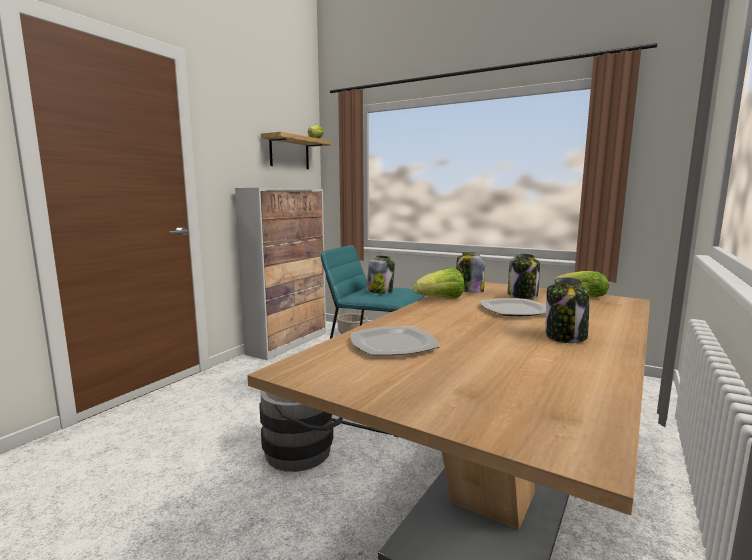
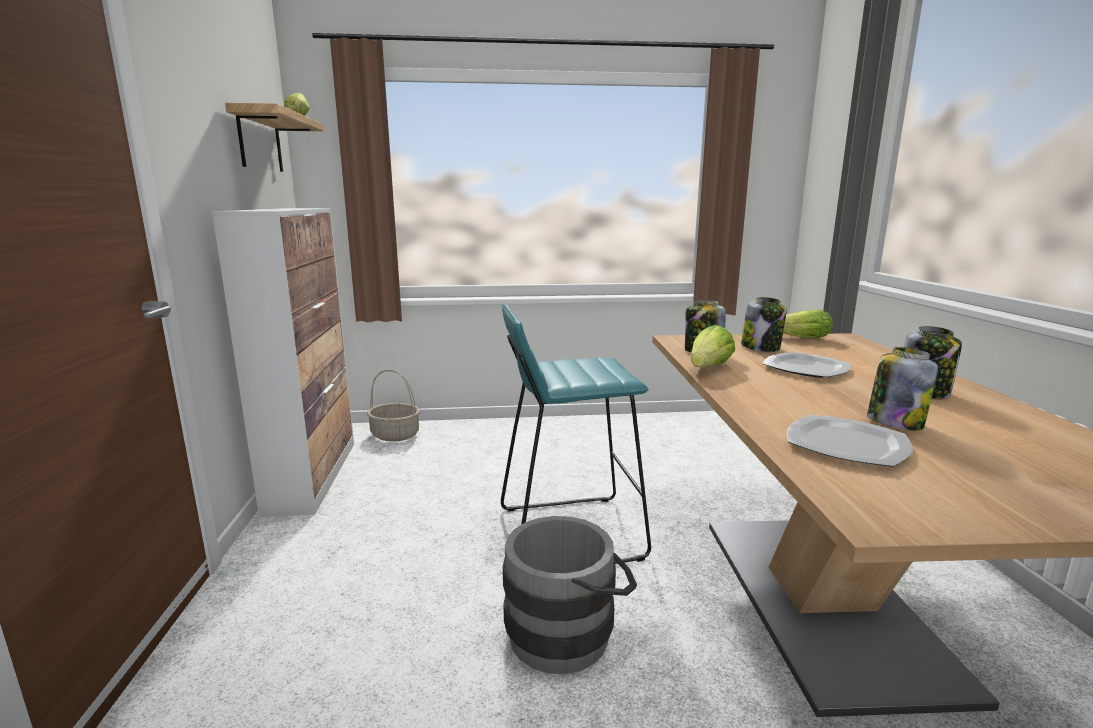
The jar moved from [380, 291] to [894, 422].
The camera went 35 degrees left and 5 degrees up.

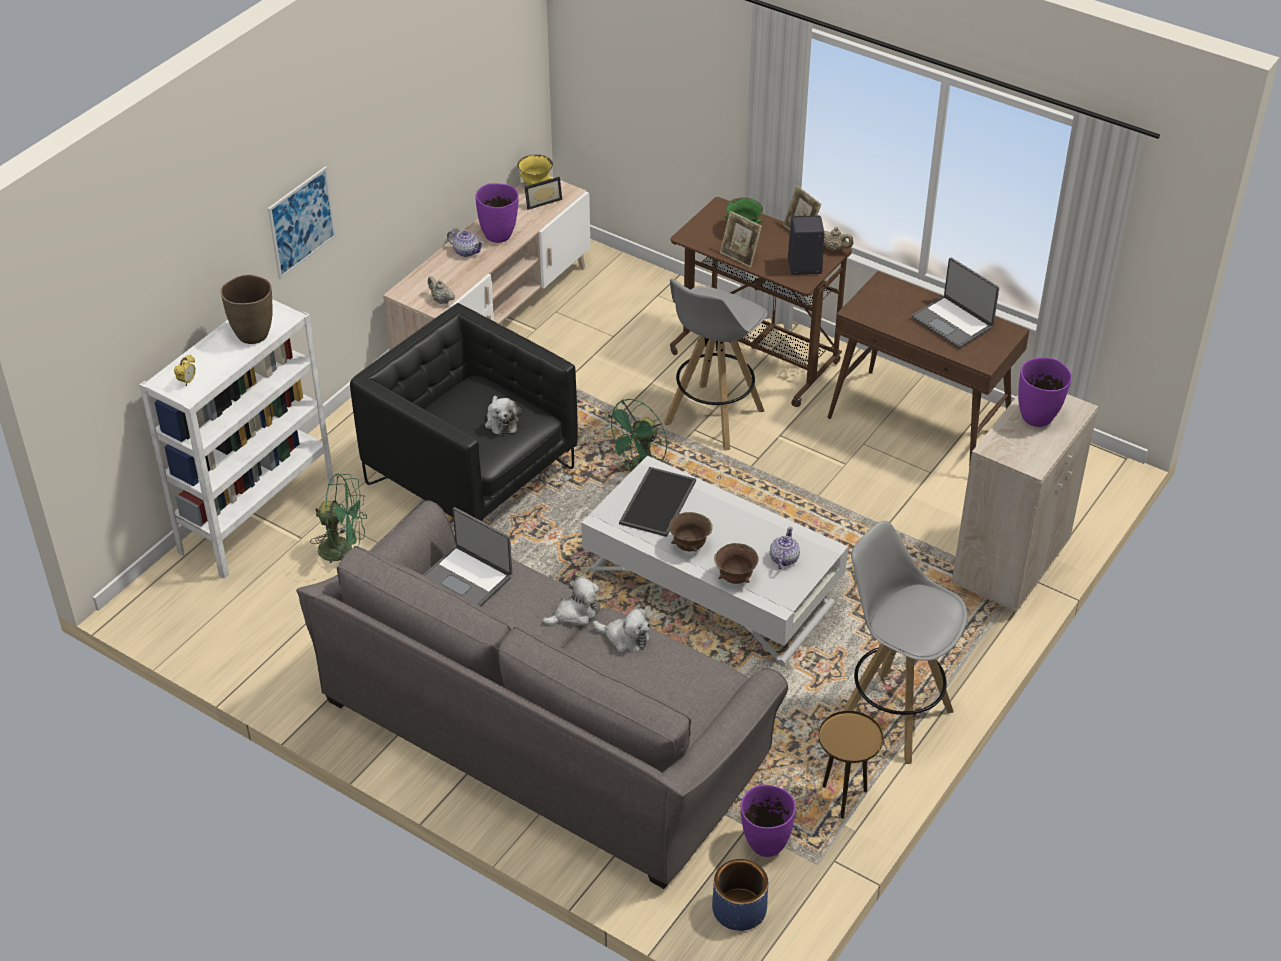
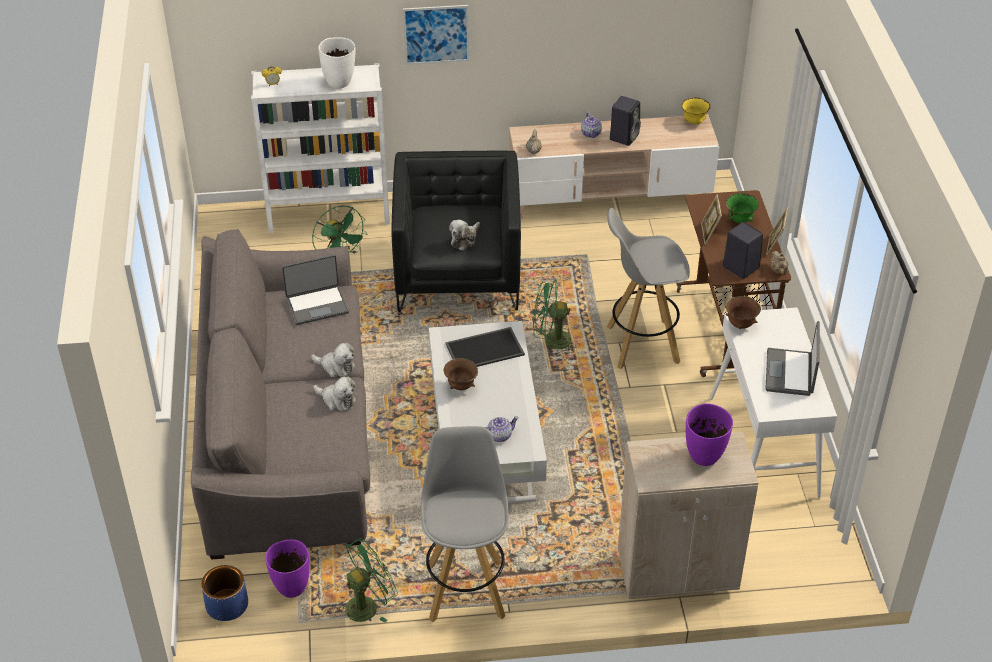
The brown vase at [253, 334] became the white vase at [339, 82].
The laptop at [468, 577] turned 105 degrees counterclockwise.
The purple vase at [499, 235] was replaced by the black speaker at [624, 136].
The picture frame at [542, 201] disappeared.
The plush toy at [625, 638] turned 45 degrees counterclockwise.
The brown bowl moved from [735, 578] to [740, 324].
The brown side table at [843, 799] was replaced by the green fan at [367, 604].
The brown console table at [920, 424] became the white console table at [764, 447].
The camera went 50 degrees right and 0 degrees up.

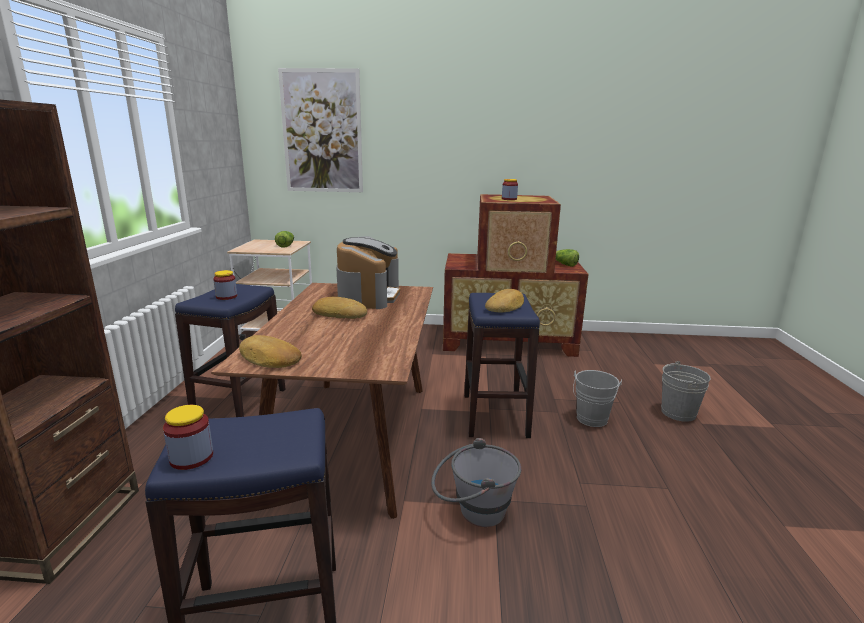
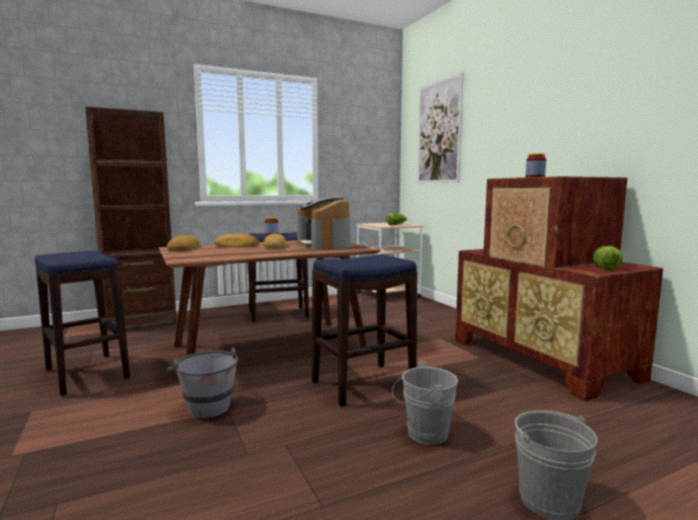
The jar at [191, 457] disappeared.
The coffee machine at [369, 296] turned 90 degrees clockwise.
The bread moved from [505, 306] to [236, 246].
The camera went 60 degrees right and 10 degrees down.

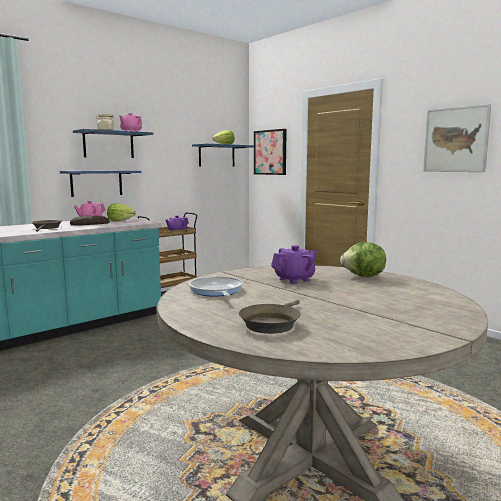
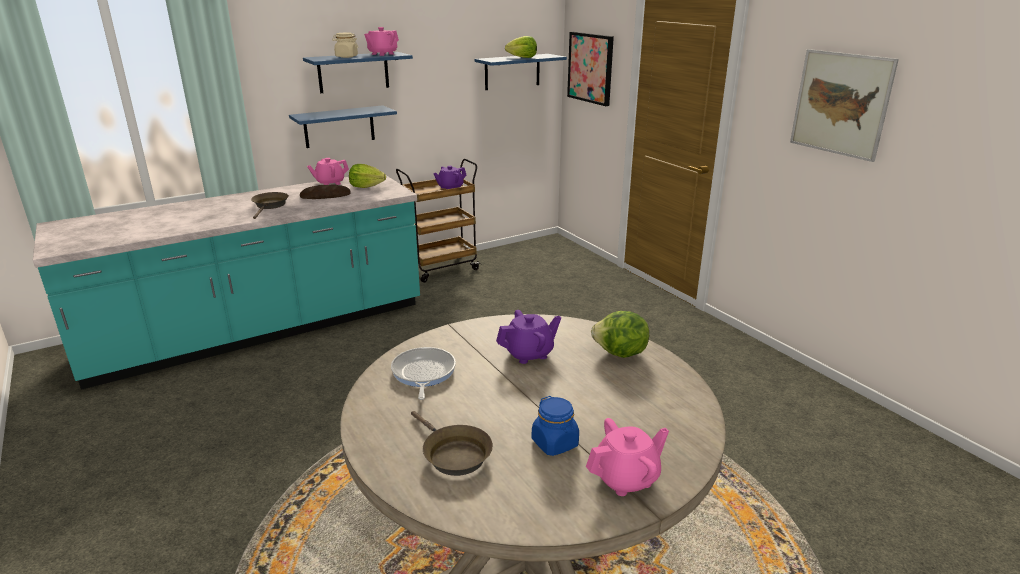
The brown frying pan at [271, 323] turned 75 degrees counterclockwise.
The blue jar at [555, 443] appeared.
The pink teapot at [626, 478] appeared.
The camera went 10 degrees right and 15 degrees up.

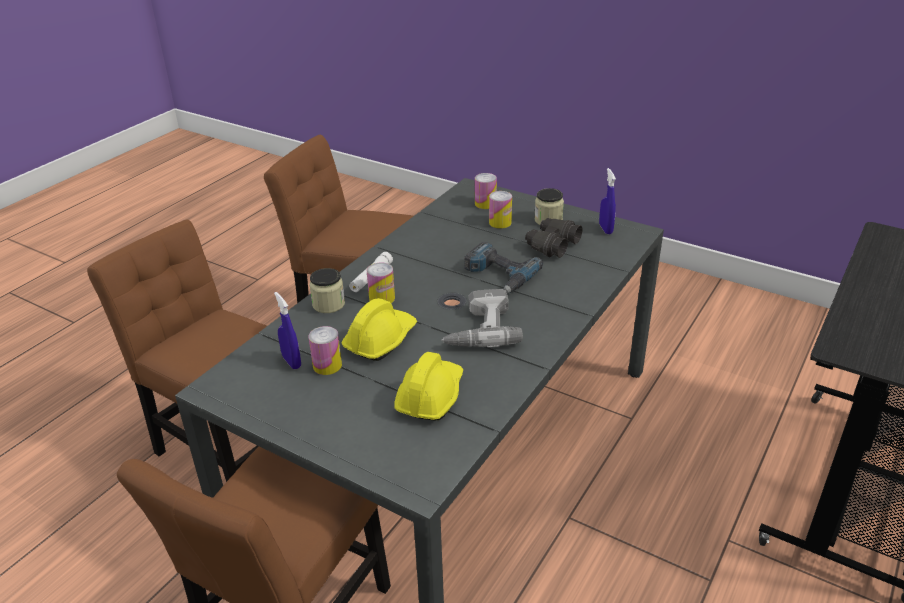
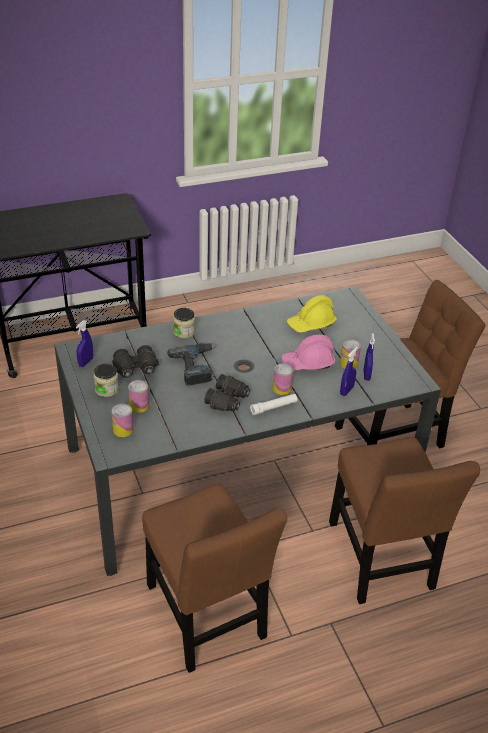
The jar moved from [328, 304] to [184, 332].
The yellow hard hat at [380, 340] became the pink hard hat at [308, 363].
The power drill at [478, 328] disappeared.
The black binoculars at [228, 400] appeared.
The blue spray bottle at [346, 391] appeared.
The camera went 145 degrees left and 5 degrees up.

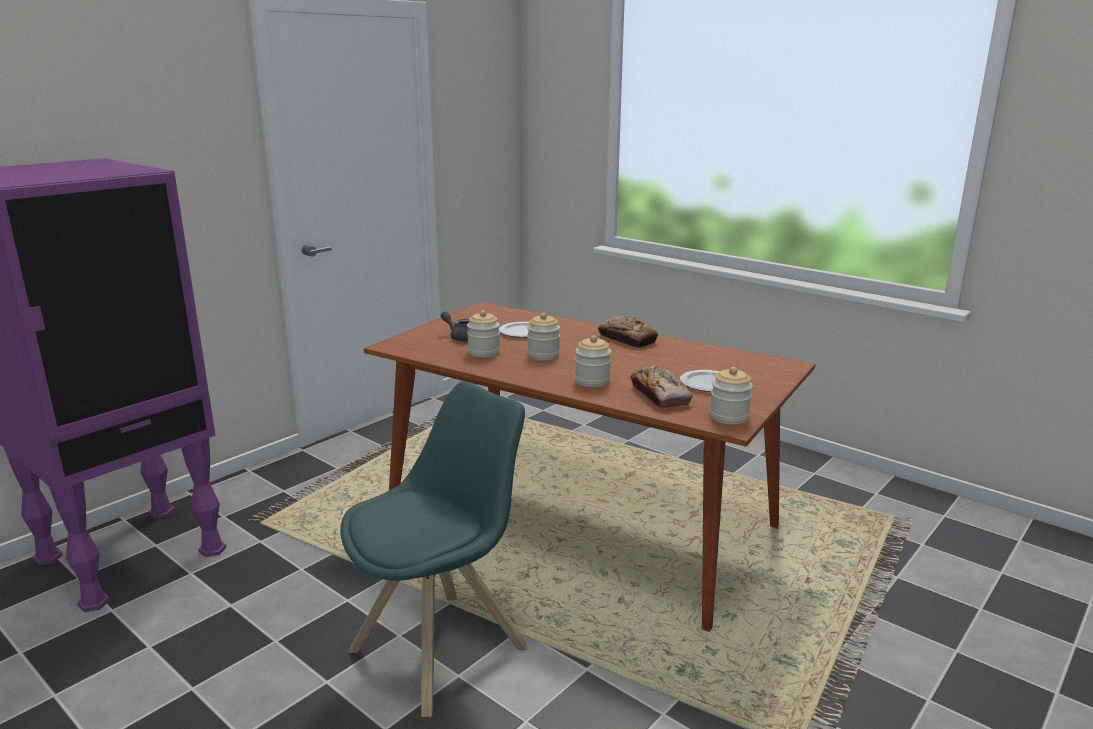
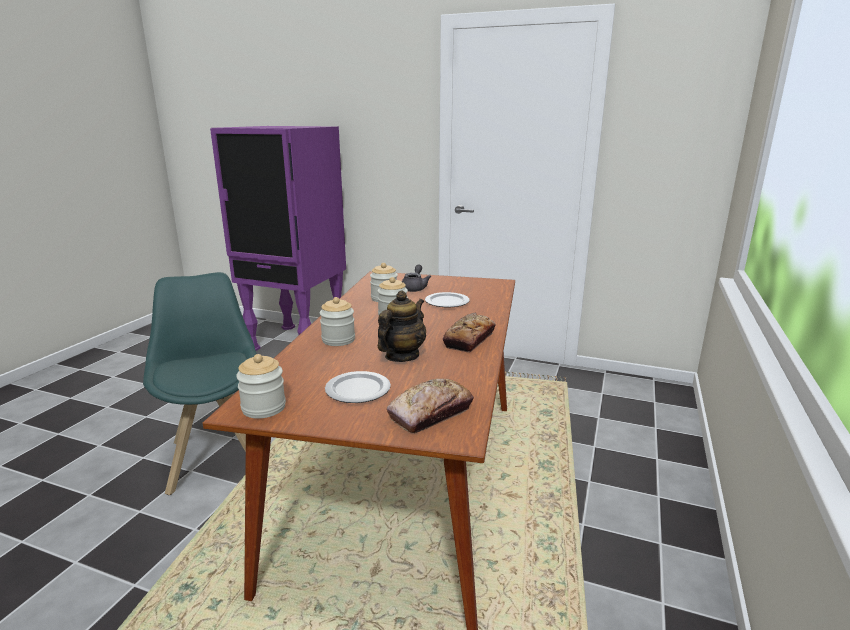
The turquoise chair at [441, 649] turned 135 degrees counterclockwise.
The bread moved from [660, 395] to [431, 413].
The teapot at [401, 356] appeared.
The camera went 70 degrees right and 0 degrees up.

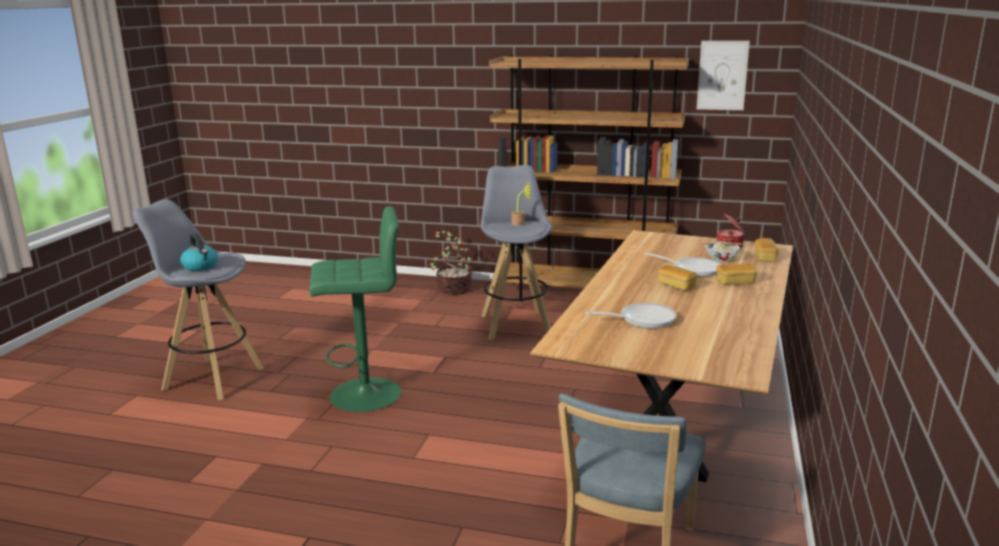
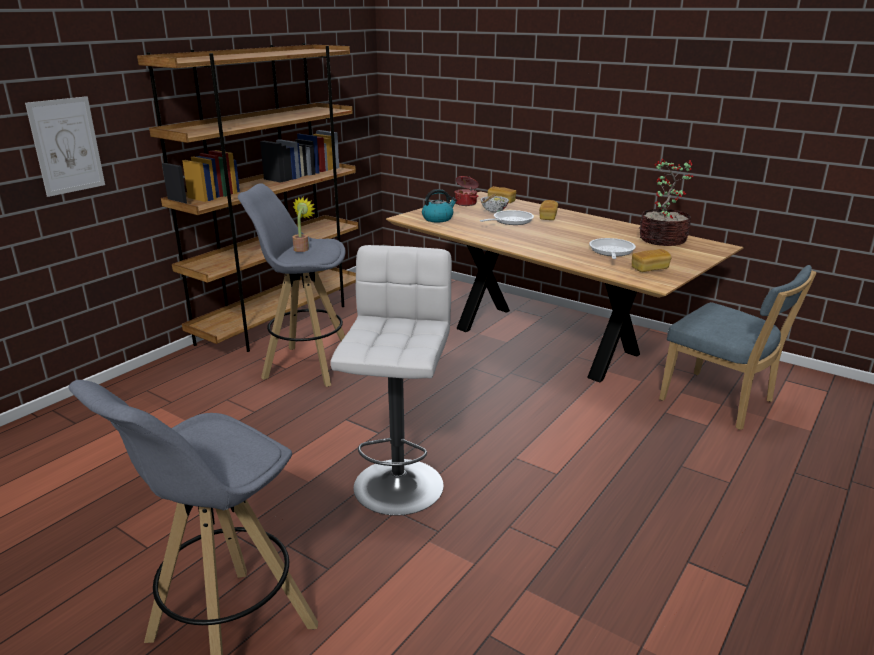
The kettle moved from [200, 266] to [438, 219].
The green stool at [366, 395] became the white stool at [399, 486].
The potted plant moved from [453, 289] to [662, 240].
The bread moved from [676, 286] to [649, 269].
The picture moved from [722, 75] to [66, 146].
The camera went 70 degrees left and 5 degrees up.

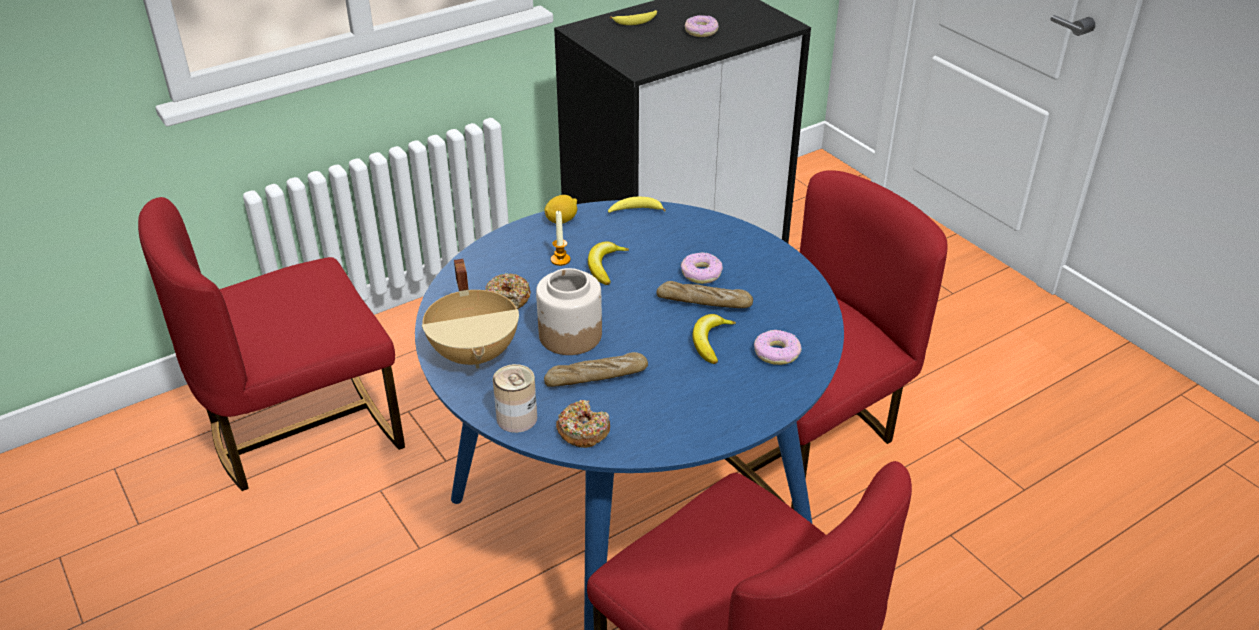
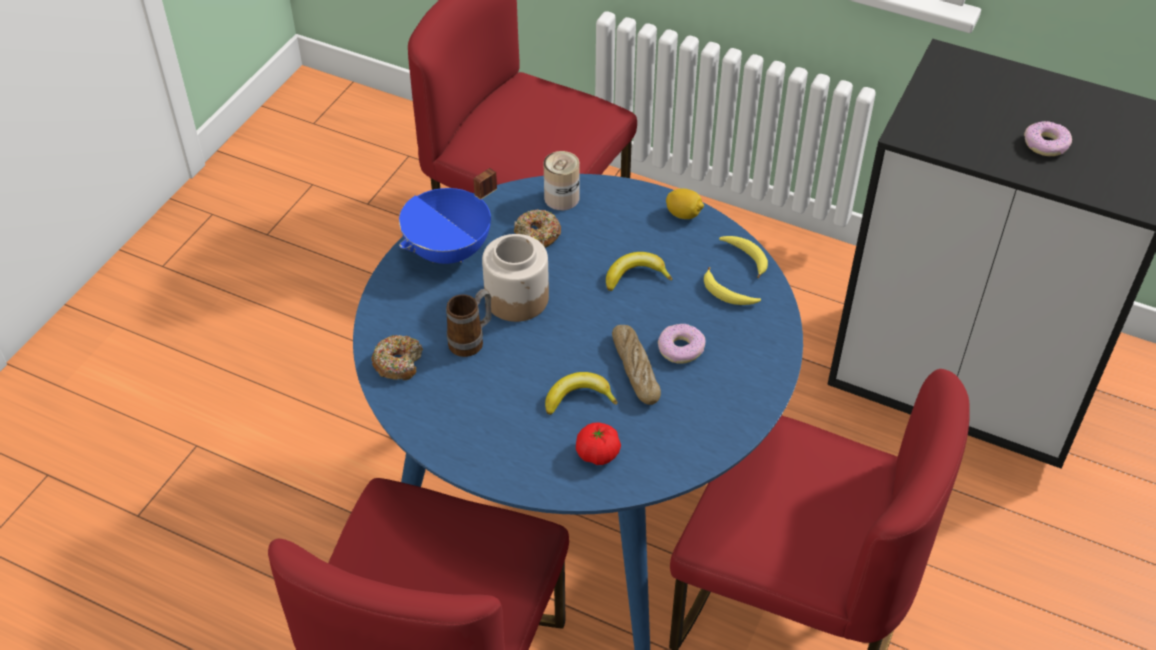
The beige cooking pot at [476, 353] became the blue cooking pot at [450, 251].
The can moved from [517, 418] to [561, 198].
The bread at [596, 377] was replaced by the mug at [472, 341].
The candle at [560, 260] disappeared.
The banana moved from [636, 21] to [728, 294].
The donut at [776, 353] was replaced by the tomato at [597, 453].
The camera went 60 degrees right and 10 degrees up.

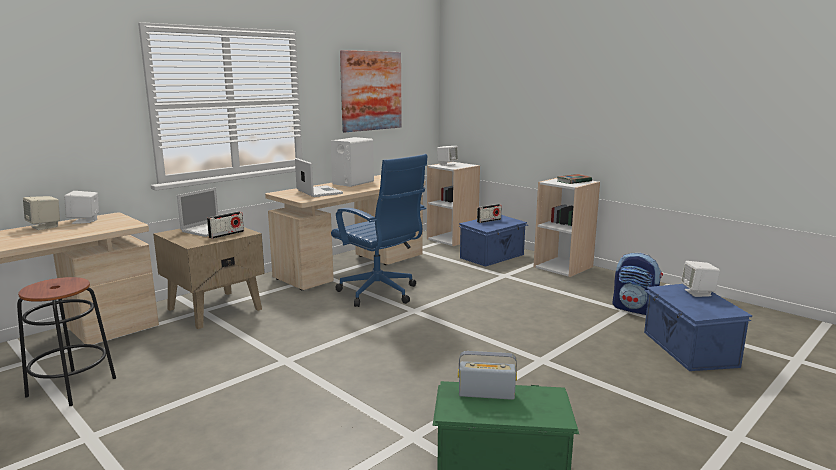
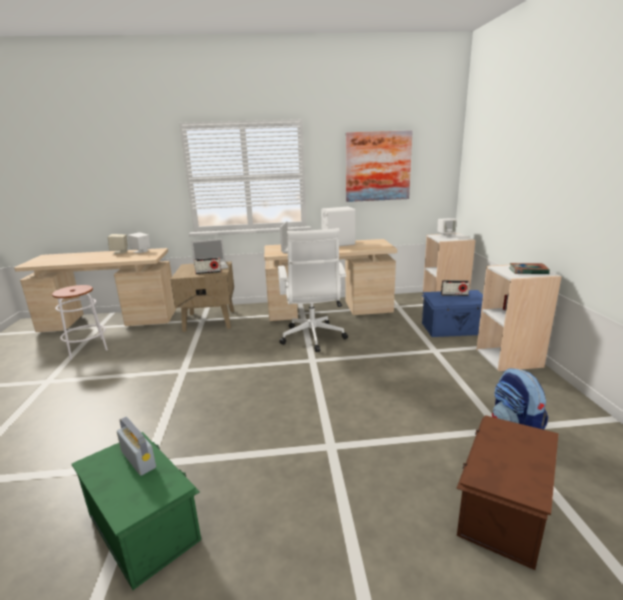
The black stool at [72, 387] became the white stool at [87, 348].
The blue office chair at [380, 294] became the white office chair at [313, 338].
The blue storage box at [688, 349] became the brown storage box at [501, 509].
The white speaker at [698, 293] disappeared.
The camera went 40 degrees right and 5 degrees up.

